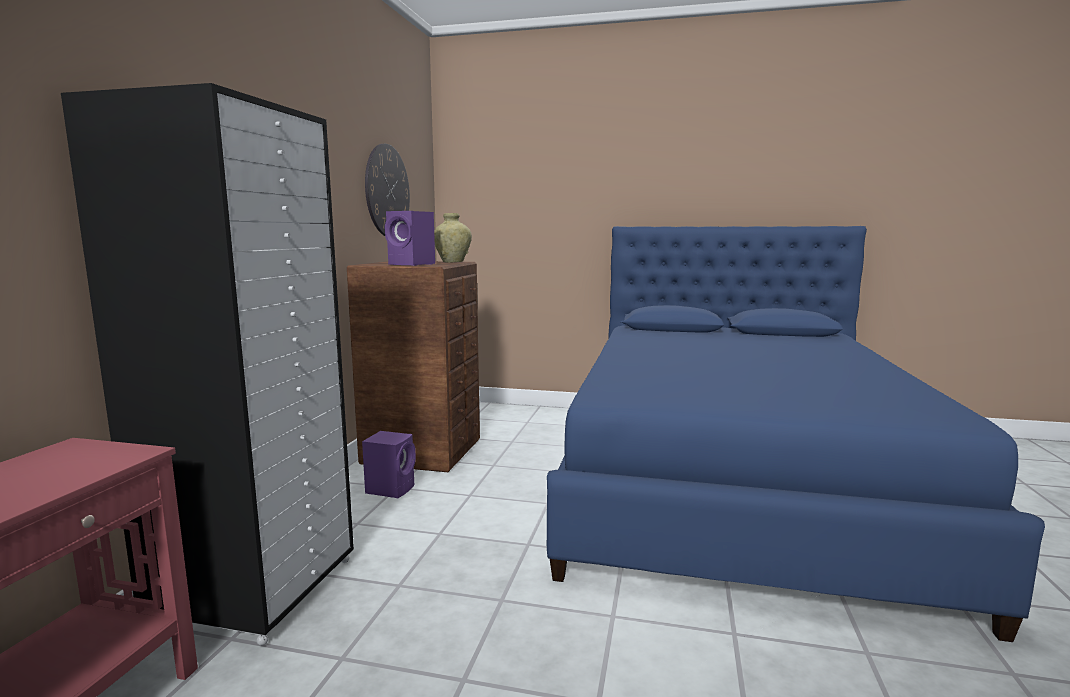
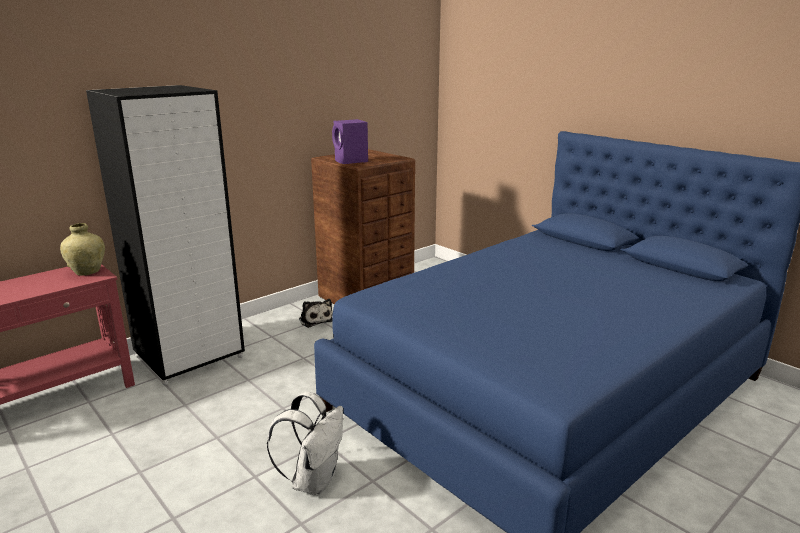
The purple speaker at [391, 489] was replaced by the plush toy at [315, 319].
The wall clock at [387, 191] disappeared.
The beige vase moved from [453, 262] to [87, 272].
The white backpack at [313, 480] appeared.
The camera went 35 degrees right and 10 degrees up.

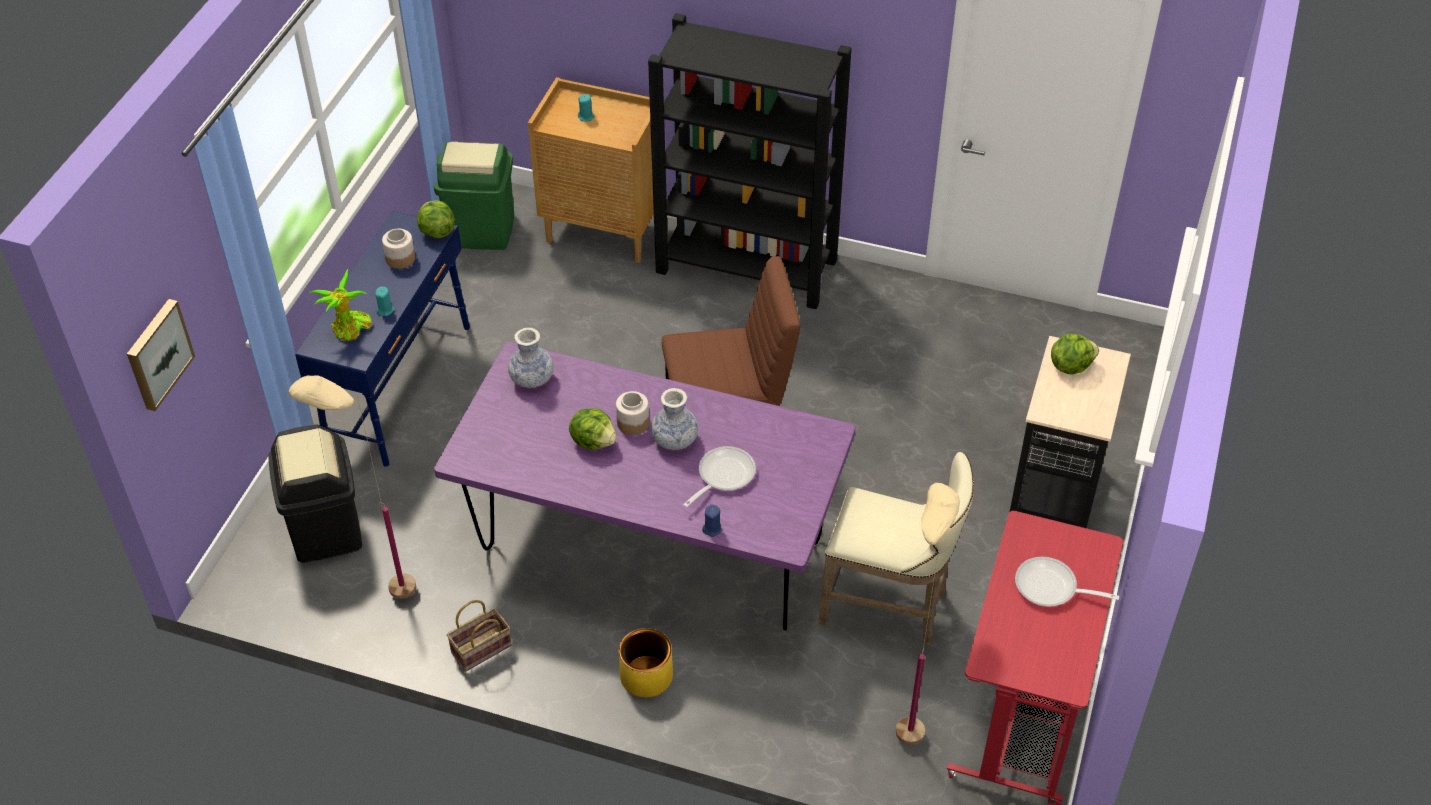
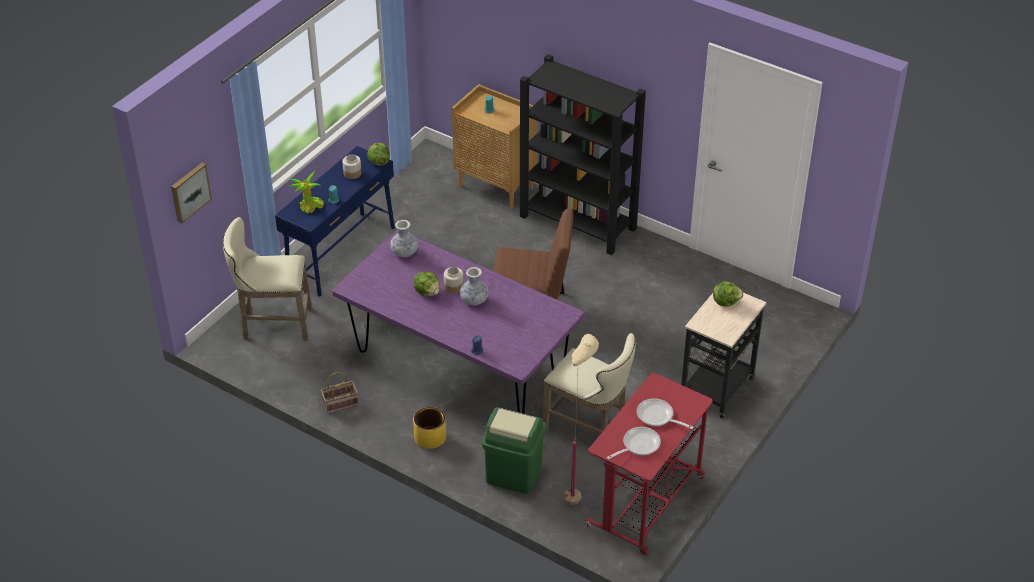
The black trash can at [325, 531] was replaced by the beige stool at [273, 324].
The beige floor lamp at [380, 592] disappeared.
The green trash can moved from [481, 231] to [513, 474].
The frying pan moved from [722, 476] to [638, 445].
The camera went 15 degrees right and 5 degrees down.

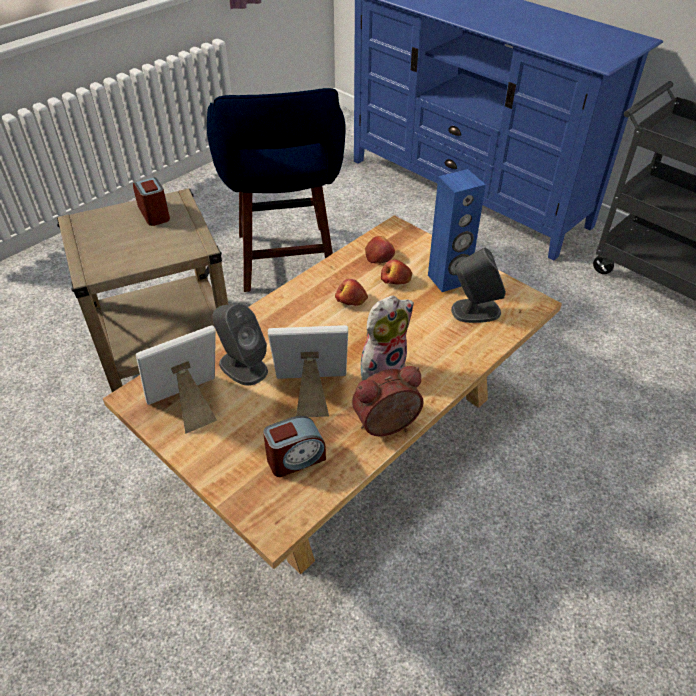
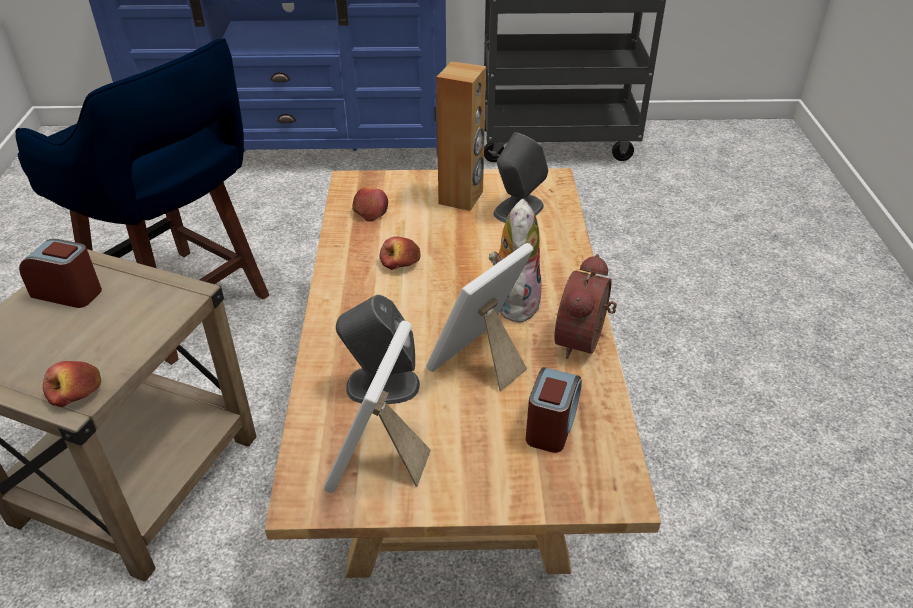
The apple moved from [395, 280] to [76, 393].
The blue speaker at [448, 280] became the brown speaker at [461, 198].
The camera went 45 degrees left and 5 degrees down.

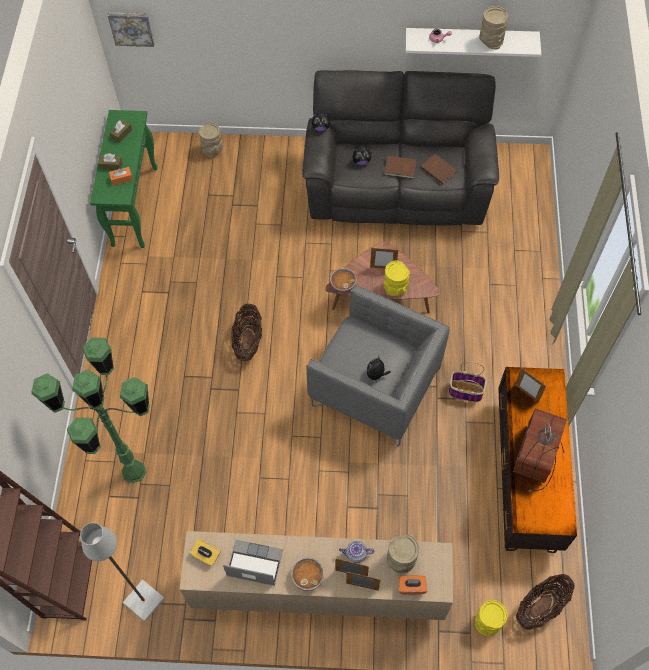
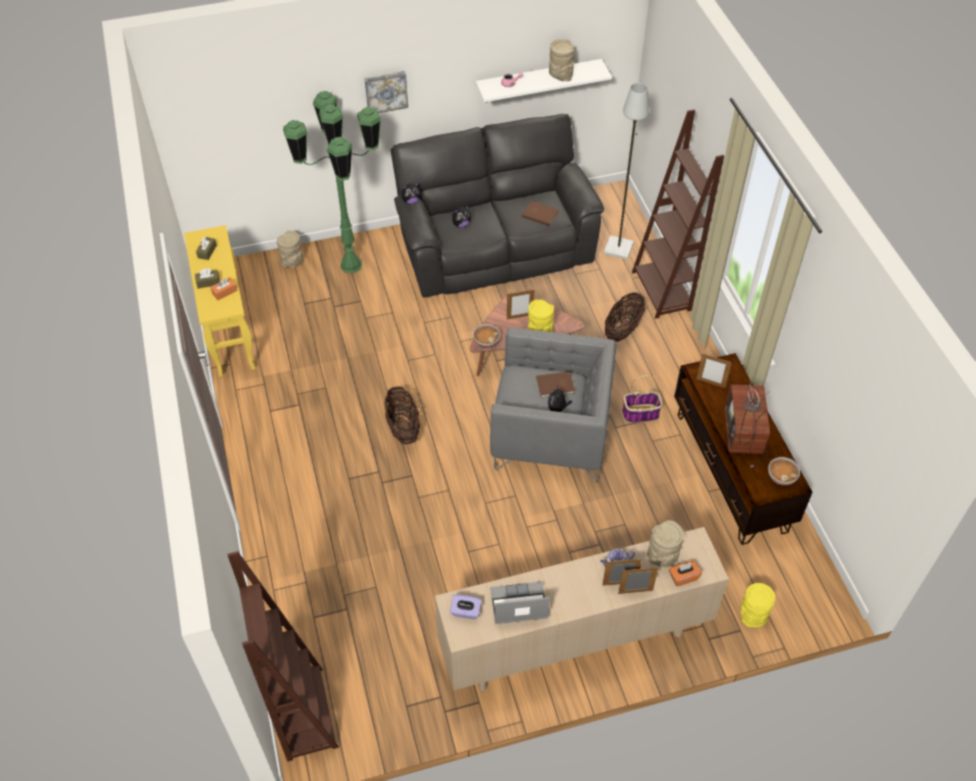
The green floor lamp moved from [134, 471] to [351, 265].
The grey floor lamp moved from [144, 600] to [619, 248].
The green console table at [134, 205] became the yellow console table at [229, 332].
The picture moved from [131, 28] to [386, 91].
The yellow tissue box at [206, 555] became the purple tissue box at [465, 612].
The bowl moved from [308, 576] to [781, 477].
The brown book moved from [400, 168] to [556, 386].
The basket moved from [540, 606] to [622, 330].
The brown bookcase at [661, 291] appeared.
The camera went 20 degrees left and 10 degrees down.

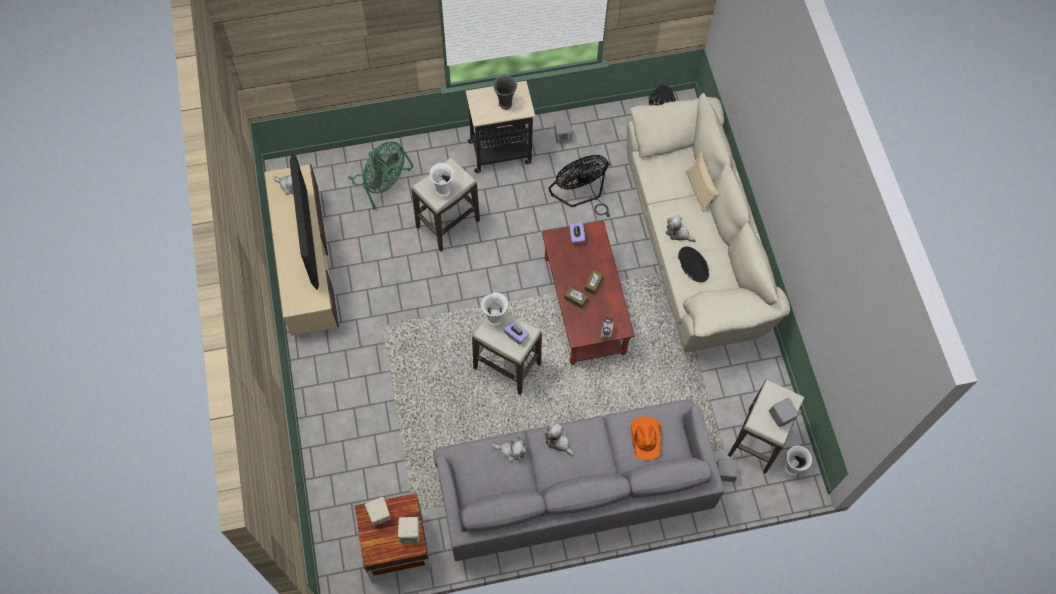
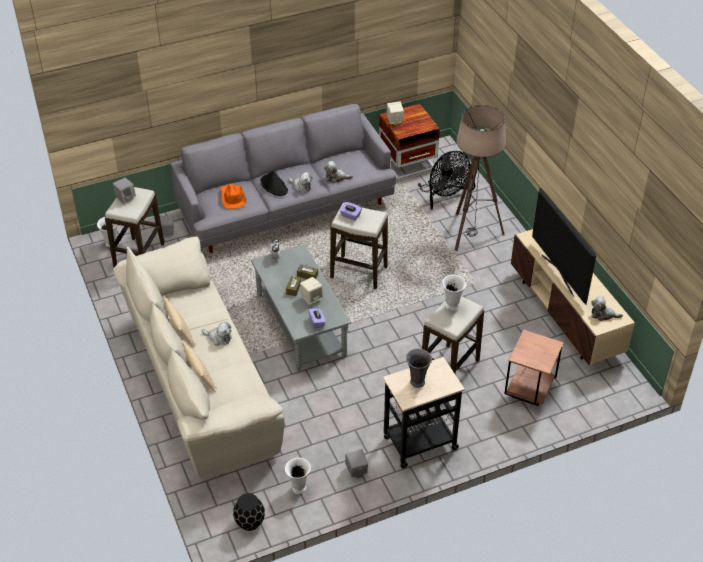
The green fan at [381, 184] was replaced by the brown side table at [530, 392].
The beige speaker moved from [379, 515] to [311, 298].
The white vase moved from [495, 319] to [298, 488].
The brown coffee table at [584, 306] became the grey coffee table at [301, 324].
The black fan moved from [584, 195] to [443, 195].
The black hat moved from [693, 264] to [274, 186].
The beige pillow at [180, 332] appeared.
The floor lamp at [472, 232] appeared.
The camera went 170 degrees right and 20 degrees down.

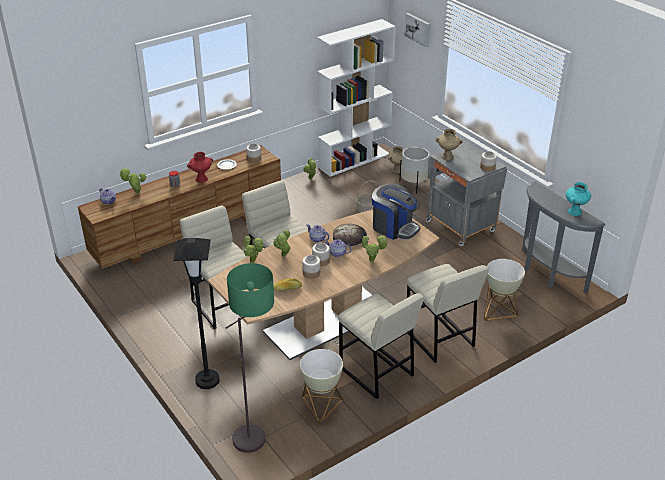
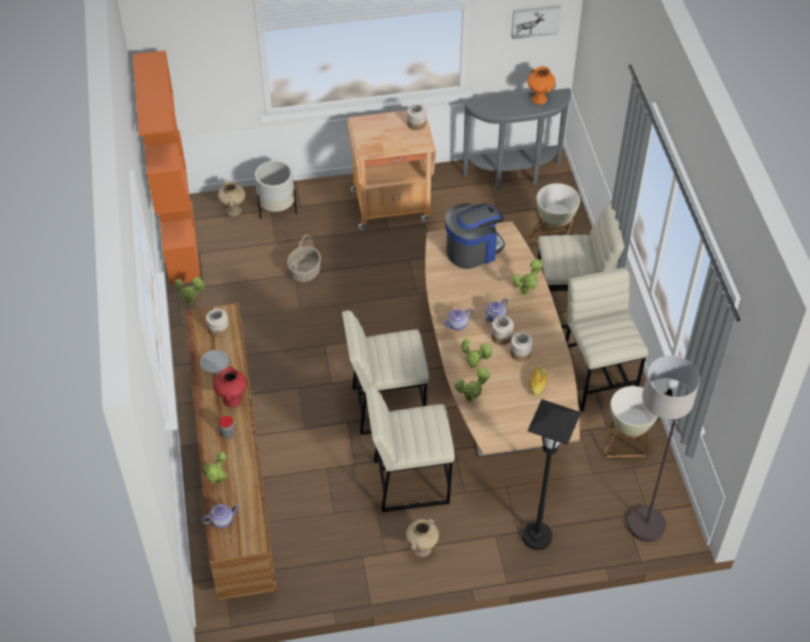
The green floor lamp at [256, 434] became the grey floor lamp at [641, 516].
The white bookcase at [354, 160] became the orange bookcase at [180, 242].
The bread at [349, 237] disappeared.
The beige chair at [377, 372] turned 90 degrees counterclockwise.
The picture moved from [418, 29] to [535, 20].
The grey cart at [461, 228] became the brown cart at [392, 205].
The beige vase moved from [447, 157] to [422, 548].
The turquoise vase at [575, 212] became the orange vase at [539, 99].
The camera went 65 degrees left and 15 degrees up.

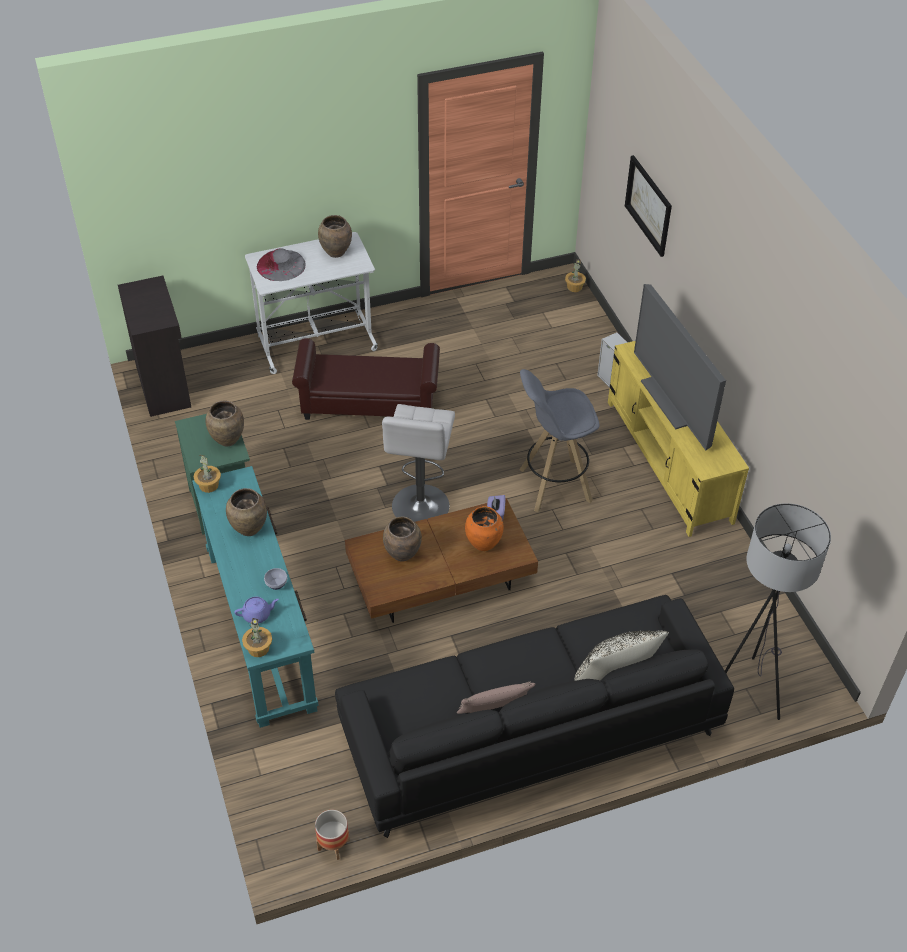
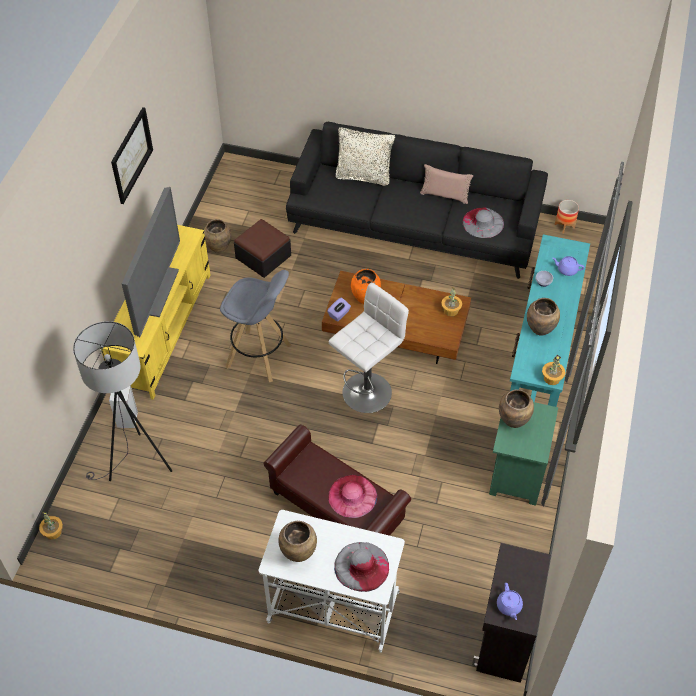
The potted plant moved from [258, 648] to [450, 310].
The brown vase moved from [402, 554] to [218, 248].
The picture moved from [649, 205] to [131, 155].
The grey floor lamp moved from [746, 687] to [136, 465].
The ottoman at [263, 257] appeared.
The pink hat at [352, 496] appeared.
The grey hat at [483, 222] appeared.
The purple teapot at [509, 606] appeared.
The camera went 145 degrees left and 5 degrees up.

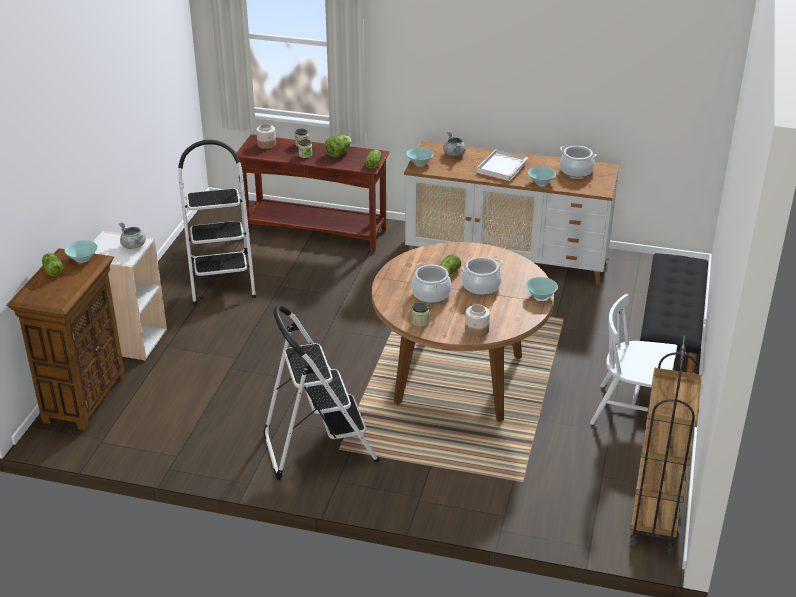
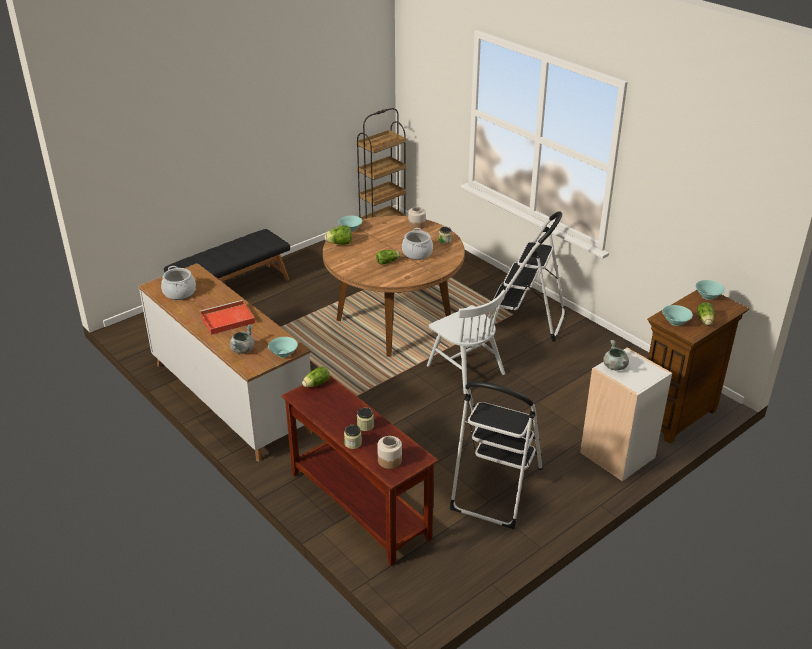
The lettuce moved from [338, 153] to [339, 244].
The cooking pot at [481, 286] disappeared.
The white tray at [502, 167] became the red tray at [226, 320].
The turquoise bowl moved from [541, 182] to [708, 296].
The white chair moved from [632, 411] to [465, 369].
The camera went 145 degrees left and 0 degrees up.

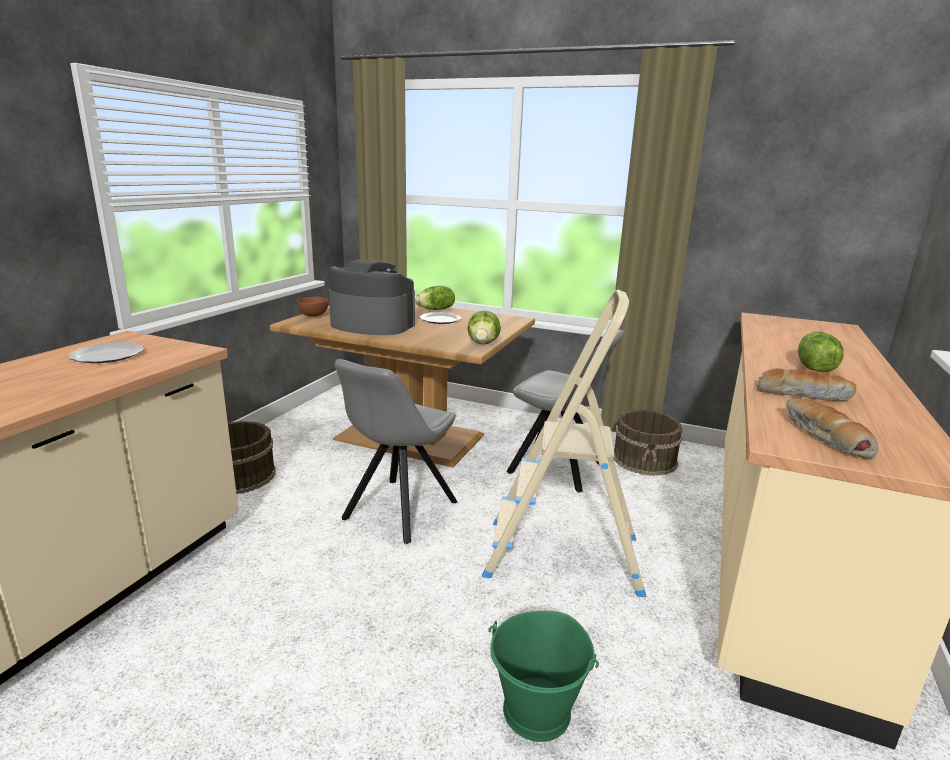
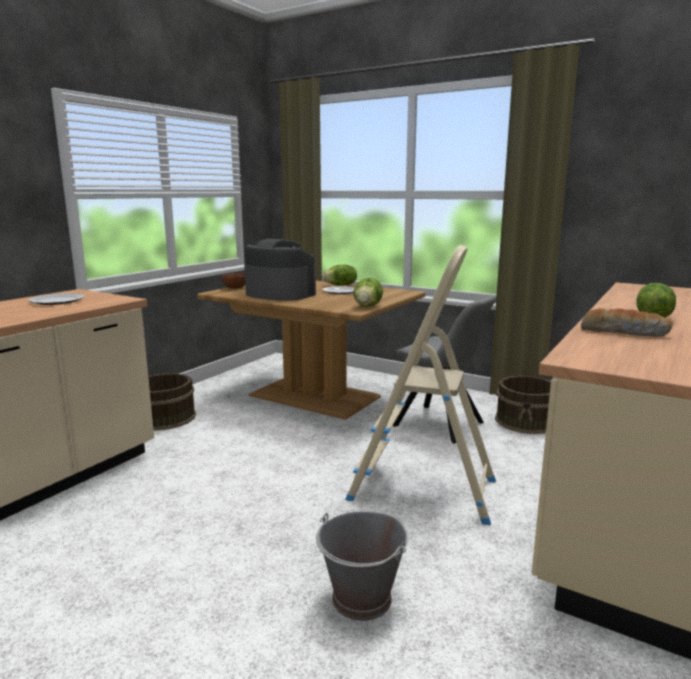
The grey chair at [399, 510] disappeared.
The green bucket at [537, 712] became the grey bucket at [362, 599].
The bread at [823, 437] disappeared.
The camera went 10 degrees right and 5 degrees down.

